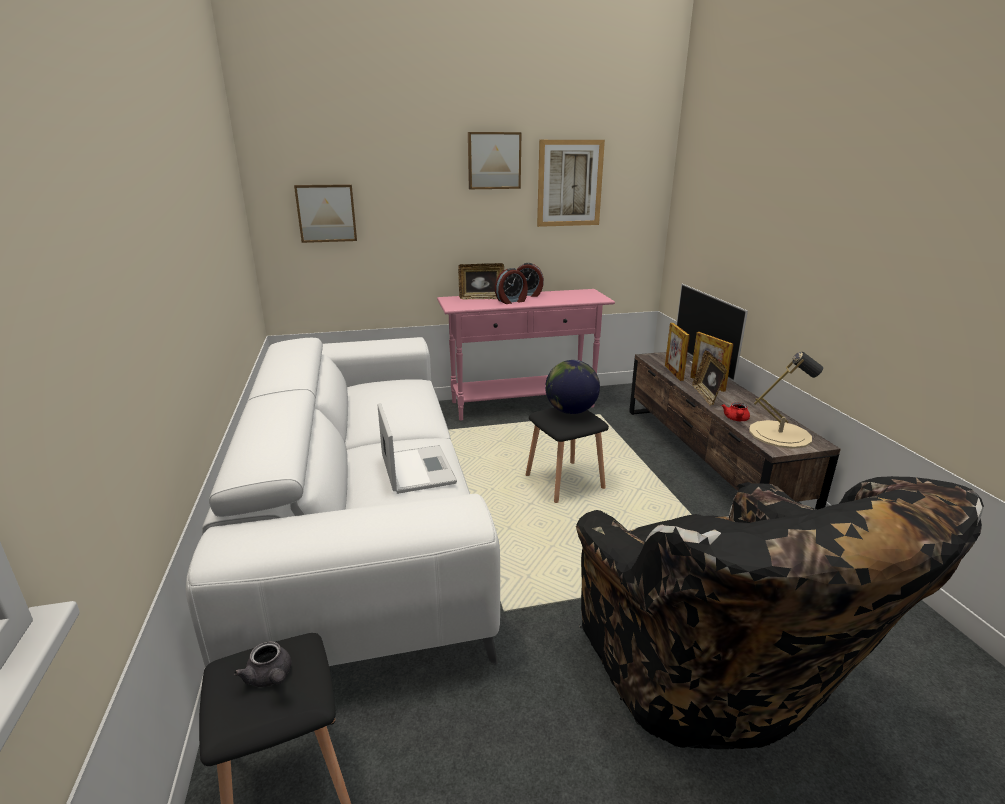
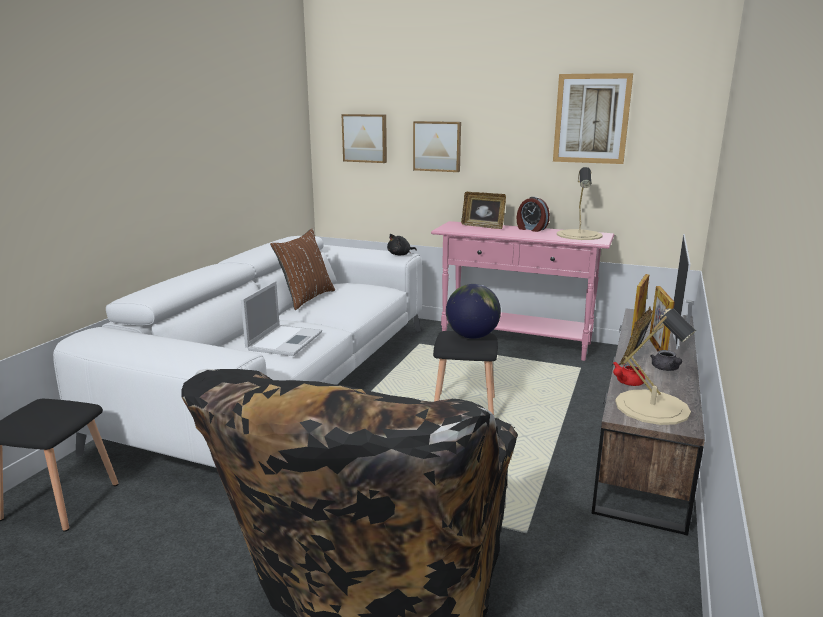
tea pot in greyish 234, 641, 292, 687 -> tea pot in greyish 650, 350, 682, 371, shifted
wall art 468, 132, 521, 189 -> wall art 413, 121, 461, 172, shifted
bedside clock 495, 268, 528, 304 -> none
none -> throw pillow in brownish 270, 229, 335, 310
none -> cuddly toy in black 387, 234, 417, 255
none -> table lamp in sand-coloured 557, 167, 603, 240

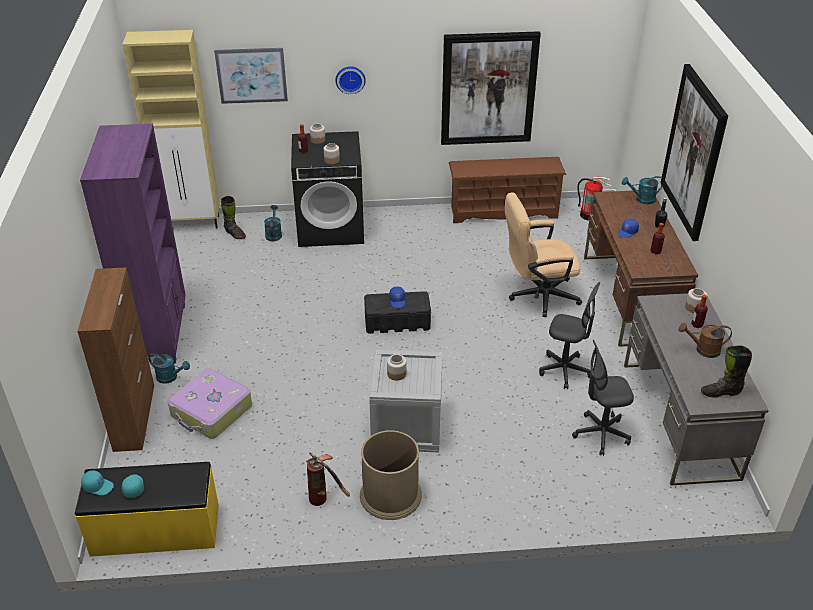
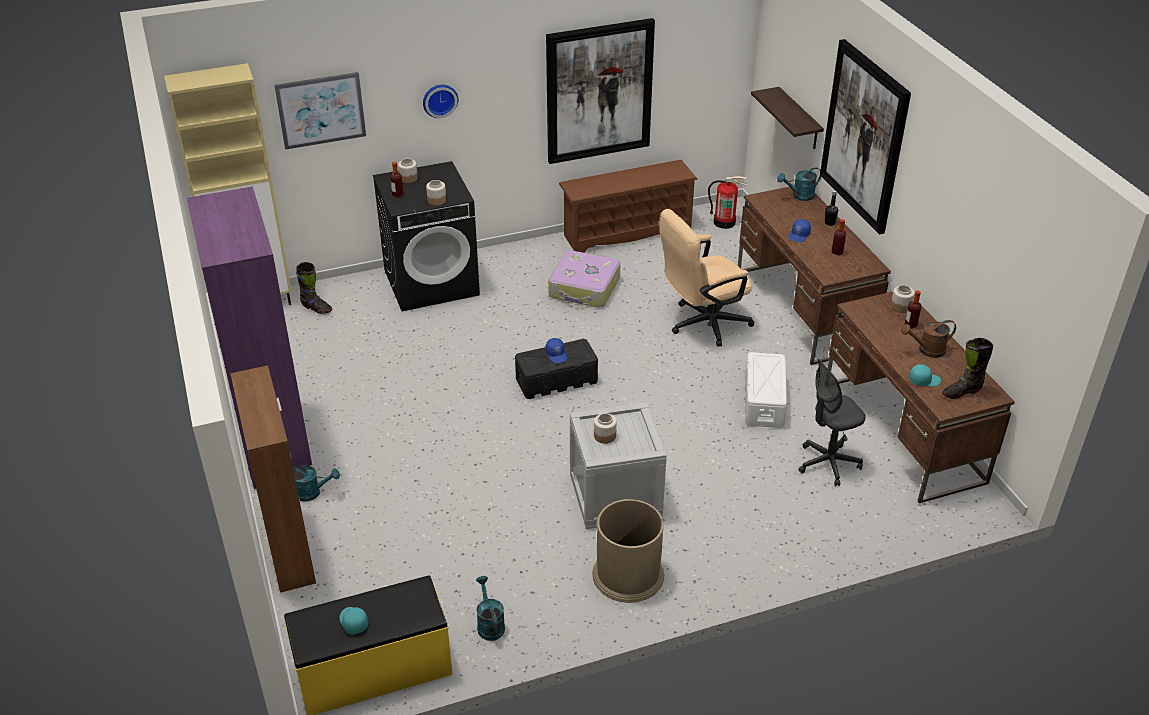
peaked cap in turquoise 81, 470, 114, 495 -> peaked cap in turquoise 909, 364, 941, 387, shifted
piece of luggage 167, 369, 252, 439 -> piece of luggage 548, 250, 620, 307, shifted
watering can in turquoise 264, 205, 282, 241 -> watering can in turquoise 476, 576, 505, 641, shifted
fire extinguisher 306, 453, 350, 506 -> none
computer chair in greyish 539, 282, 600, 389 -> storage box in white-coloured 745, 352, 787, 428
desk table in greyish 624, 293, 769, 486 -> desk table in brownish 828, 292, 1015, 503
none -> wall shelf 751, 87, 824, 149

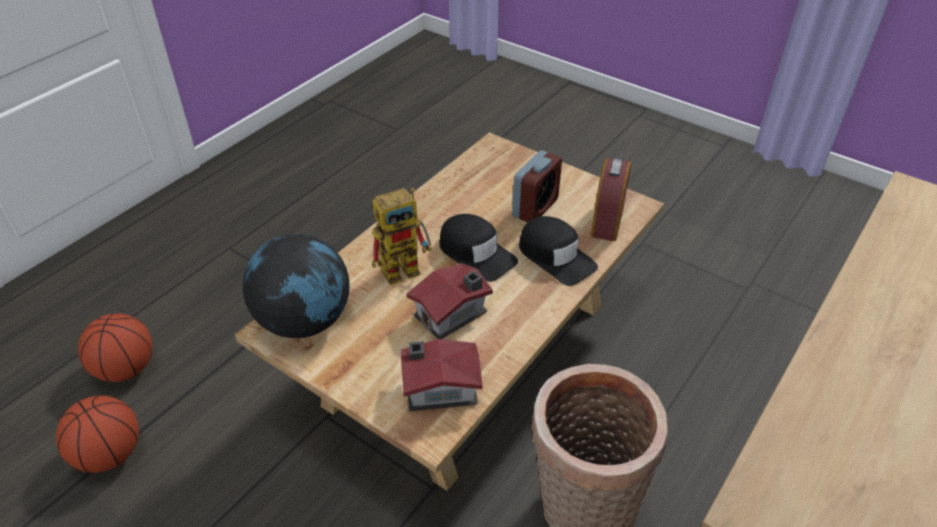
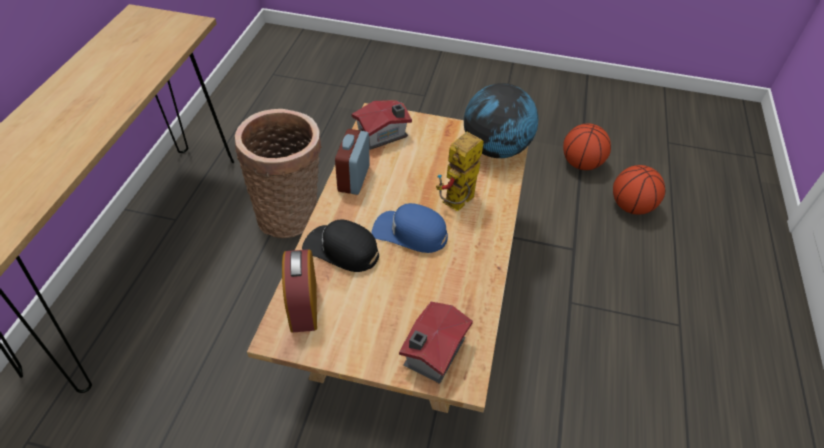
toy house 407, 263, 493, 339 -> toy house 399, 302, 473, 384, shifted
peaked cap in black 439, 214, 518, 282 -> peaked cap in blue 372, 203, 448, 253
bedside clock 512, 150, 562, 222 -> bedside clock 335, 129, 370, 195, shifted

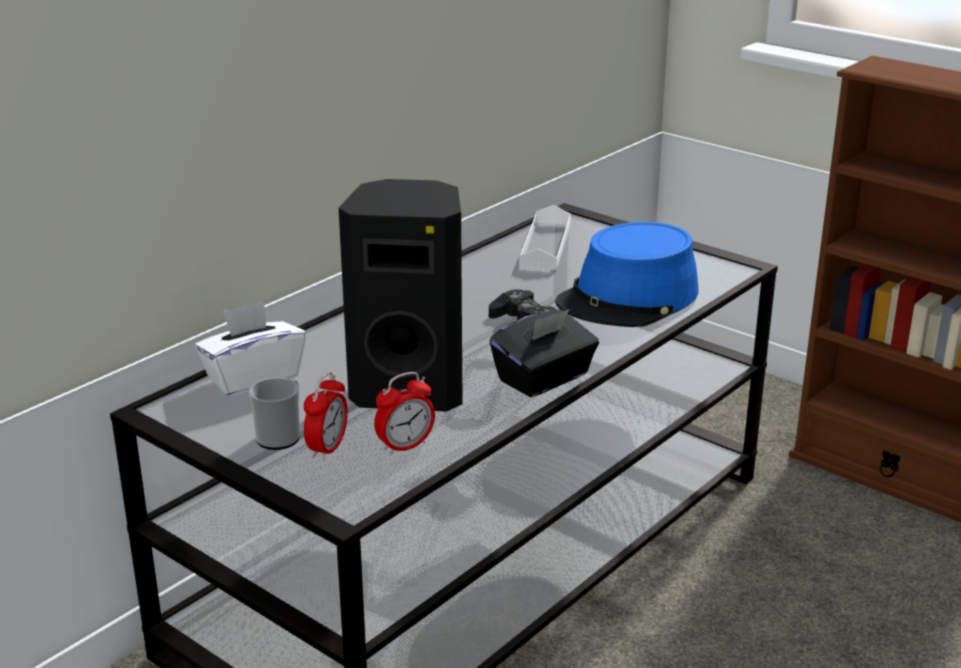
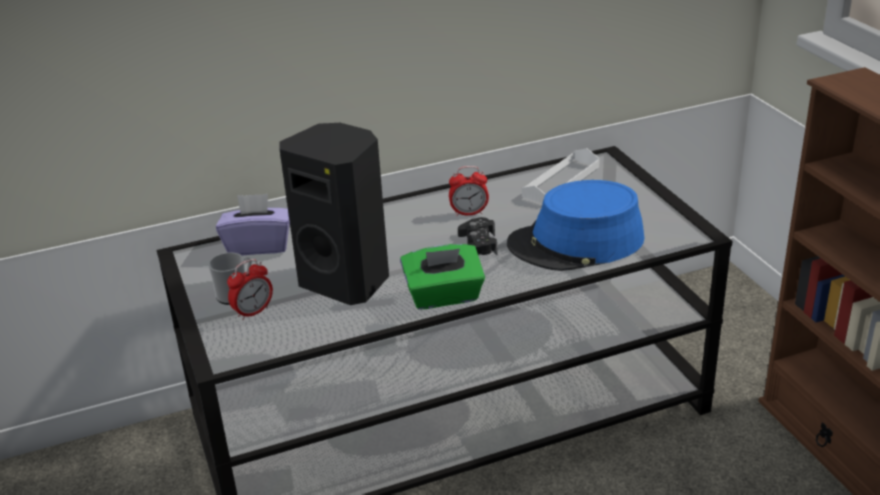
tissue holder in white-coloured 195, 302, 306, 396 -> tissue holder in purple-coloured 216, 194, 290, 256
bedside clock 374, 372, 435, 455 -> bedside clock 449, 166, 489, 216, shifted
tissue holder in black 490, 309, 599, 397 -> tissue holder in greenish 400, 244, 485, 310

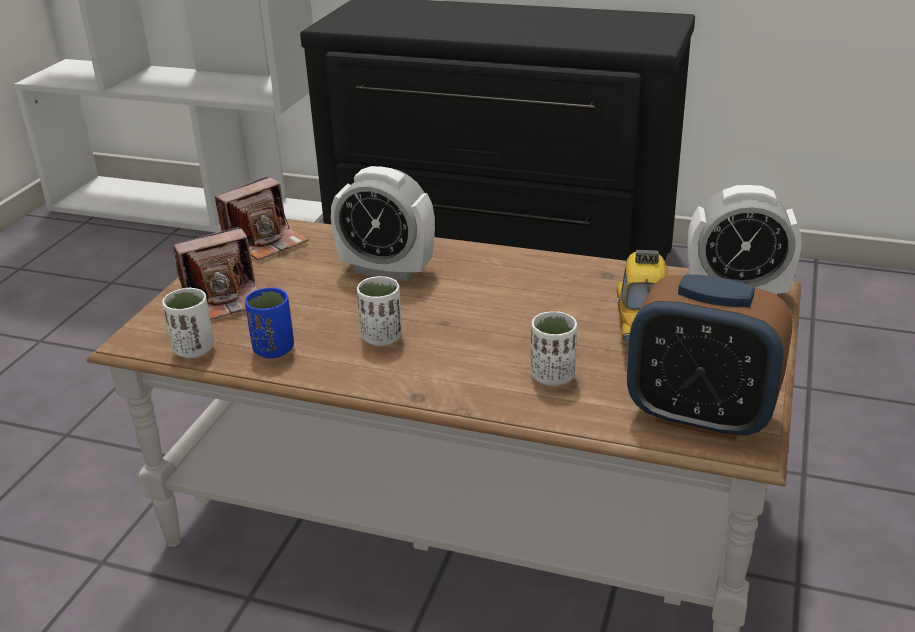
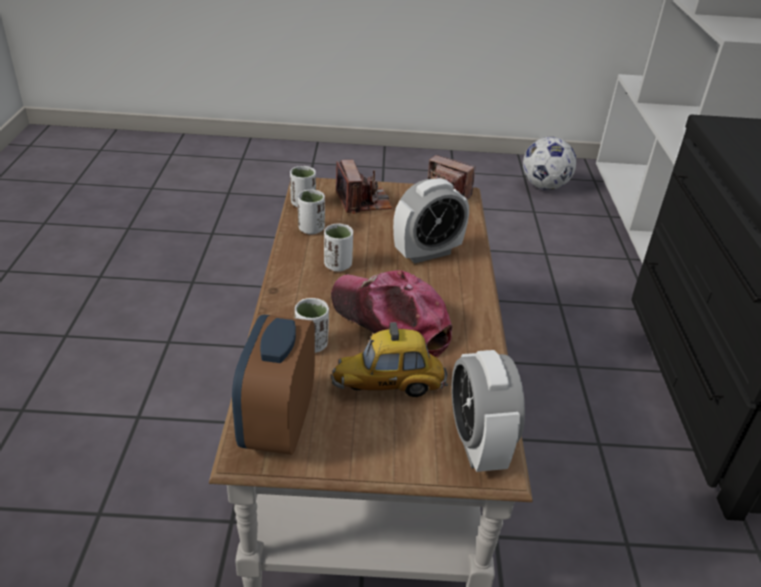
photo camera 173, 227, 258, 320 -> photo camera 336, 160, 392, 214, 150 degrees counterclockwise
cup in blue 245, 287, 294, 358 -> cup in white-coloured 298, 189, 325, 235
bedside clock 331, 166, 435, 281 -> bedside clock 393, 178, 469, 263, 120 degrees counterclockwise
none -> peaked cap 331, 270, 452, 358
none -> football ball 523, 137, 576, 190

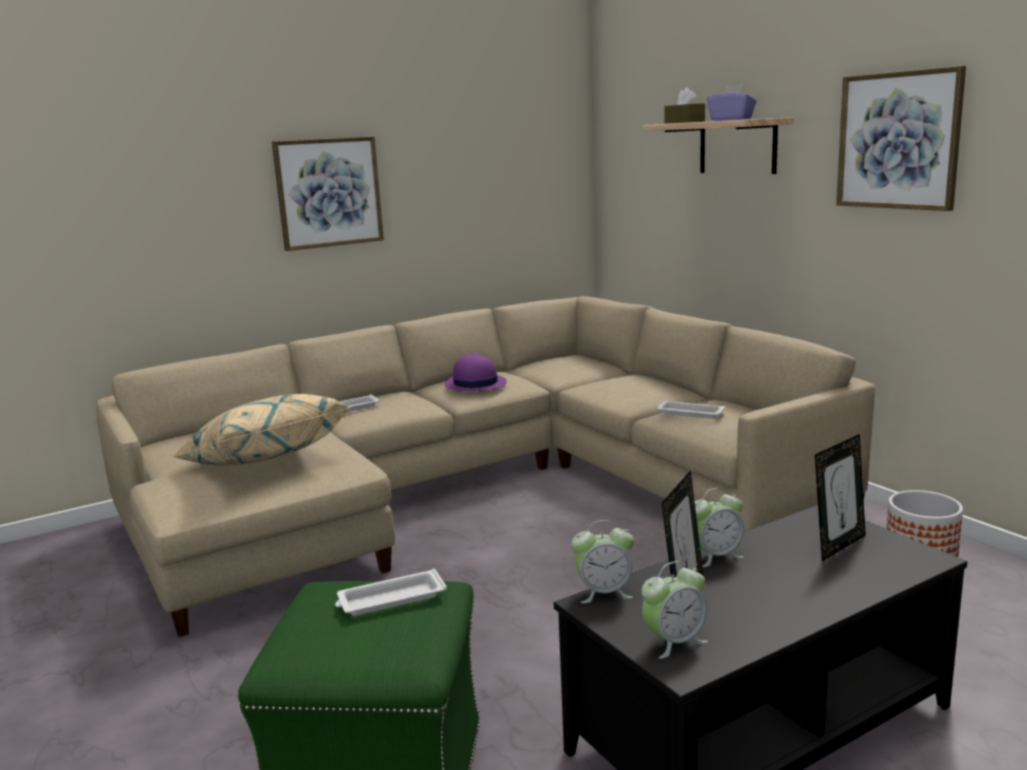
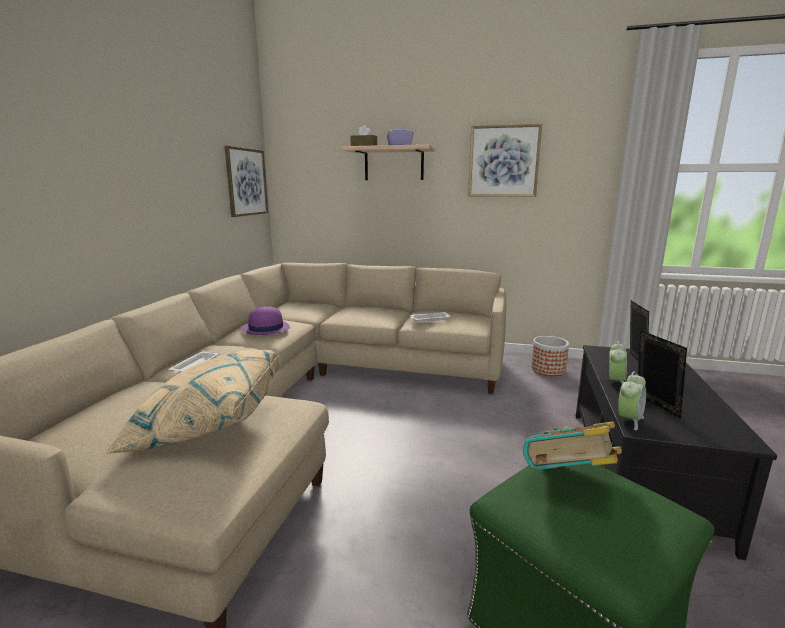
wall art 272, 136, 384, 251 -> wall art 224, 146, 268, 217, shifted
tray in white-coloured 335, 569, 447, 616 -> volume 523, 421, 622, 470
bedside clock 641, 561, 708, 659 -> none

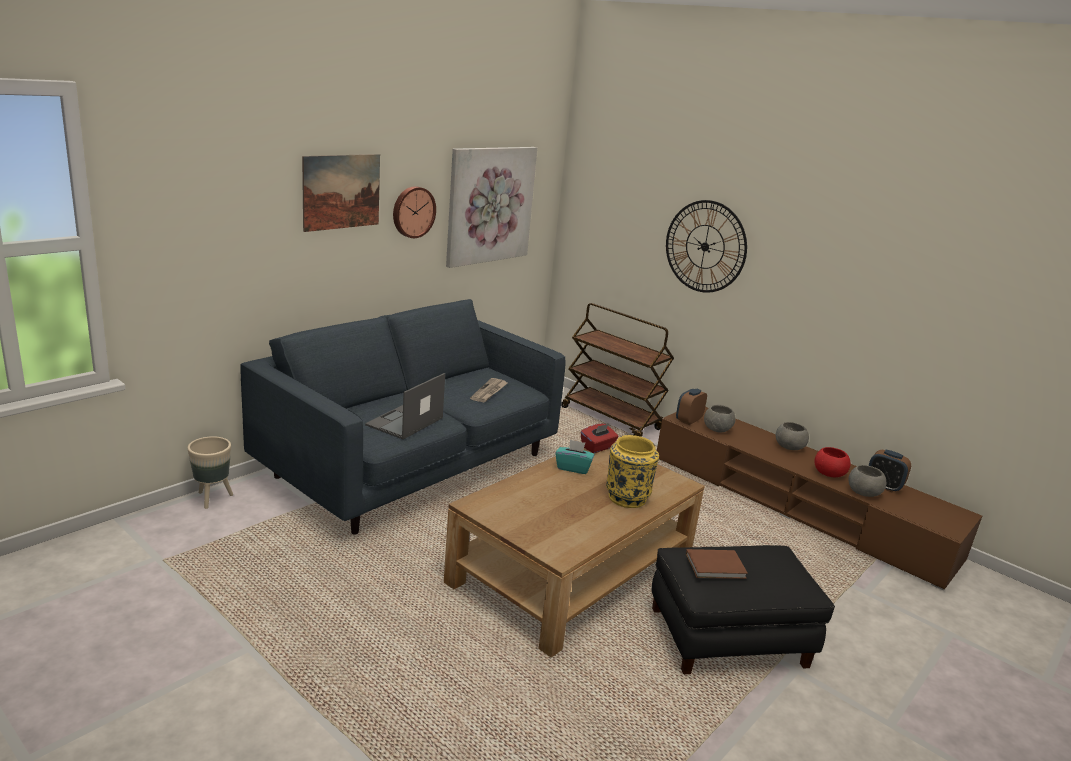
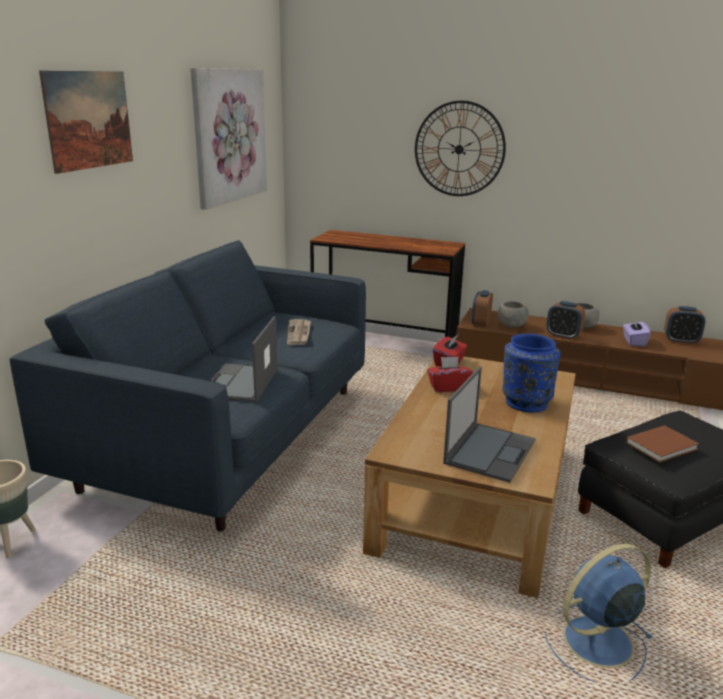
clock on the wall 393, 186, 436, 238 -> none
tissue holder in turquoise 555, 439, 595, 474 -> tissue holder in reddish 427, 357, 473, 392
trolley in brownish 561, 303, 674, 437 -> desk table in brownish 310, 230, 465, 338
vase in yellowish 606, 435, 659, 508 -> vase in blue 502, 334, 561, 413
deep dish in reddish 815, 447, 851, 477 -> tissue holder in purple-coloured 623, 318, 651, 347
deep dish in greyish 848, 465, 886, 497 -> none
none -> laptop 443, 366, 536, 483
none -> electric fan in blue 545, 544, 653, 682
none -> bedside clock 546, 301, 585, 340

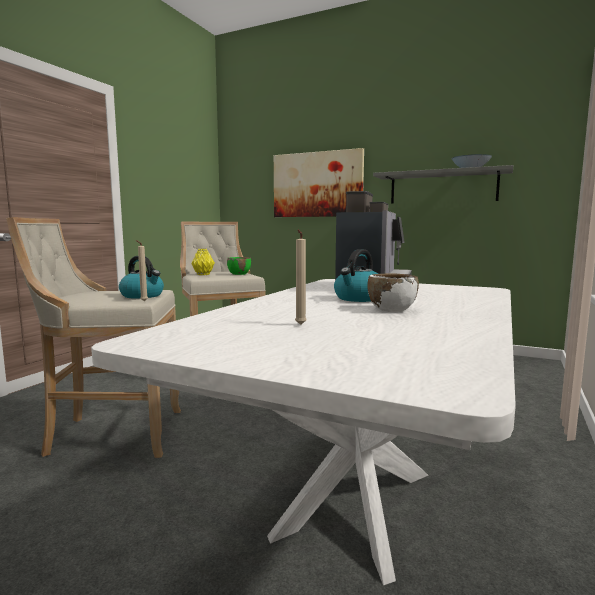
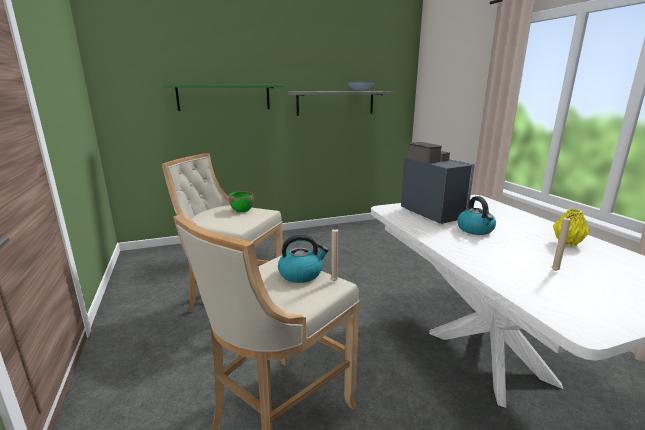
vase in yellowish 191, 249, 215, 275 -> vase in yellowish 553, 209, 590, 246, shifted
wall art 274, 148, 364, 217 -> wall shelf in greenish 163, 84, 284, 111
deep dish in white-coloured 367, 273, 419, 312 -> none

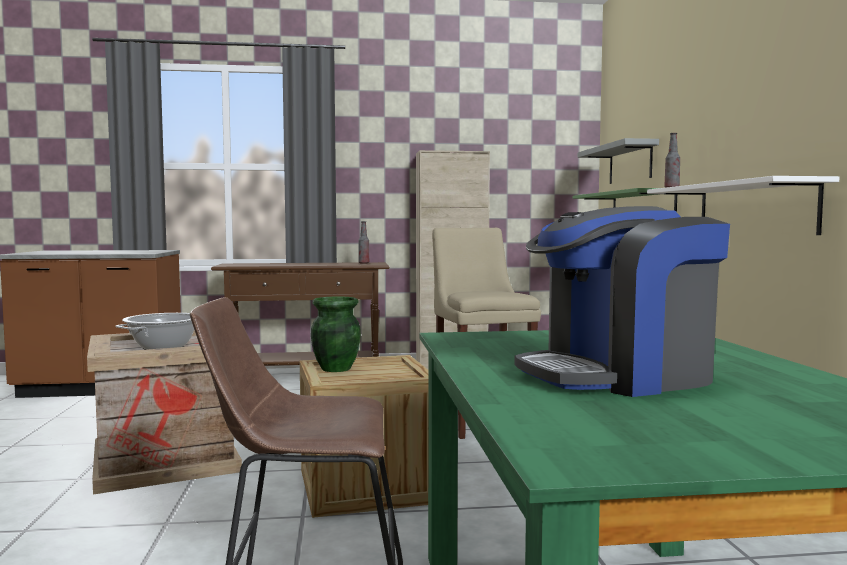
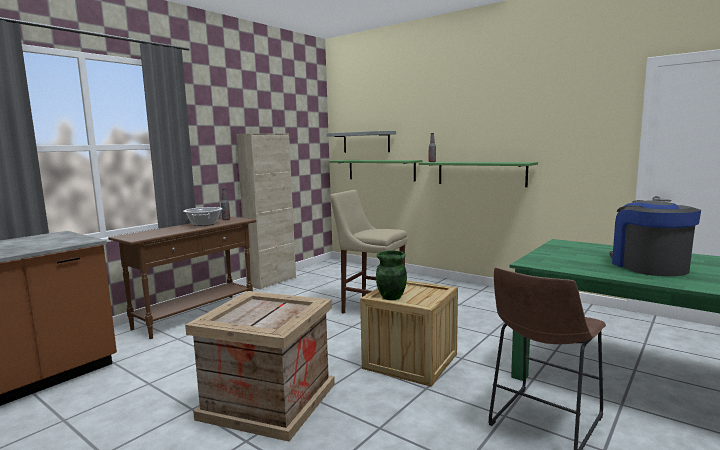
stockpot 115, 313, 194, 350 -> stockpot 184, 207, 223, 226, shifted
coffee machine 514, 206, 730, 397 -> coffee machine 609, 200, 701, 276, 150 degrees clockwise
wall shelf in white-coloured 647, 176, 839, 235 -> wall shelf in greenish 419, 162, 538, 187

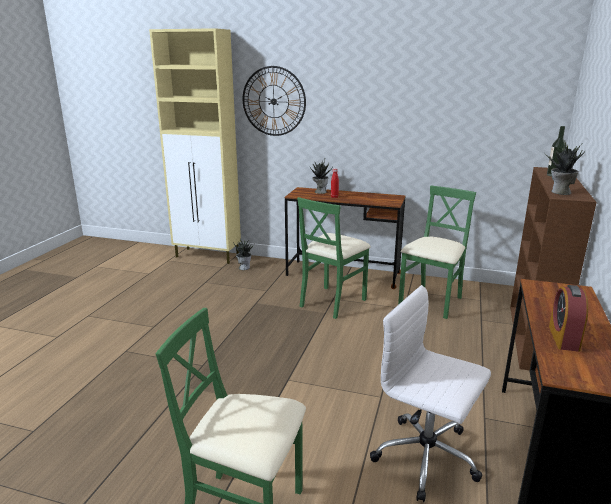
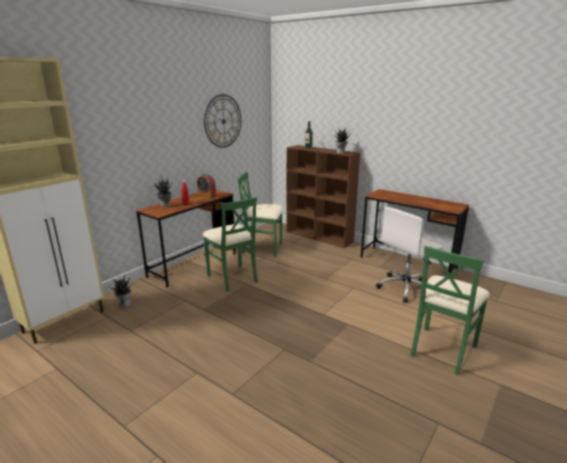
clock on the wall 243, 66, 306, 136 -> clock on the wall 204, 94, 241, 148, shifted
upright chair in greenish 398, 186, 476, 319 -> upright chair in greenish 238, 172, 283, 257, 45 degrees counterclockwise
bedside clock 549, 285, 588, 352 -> bedside clock 197, 174, 216, 199, shifted

